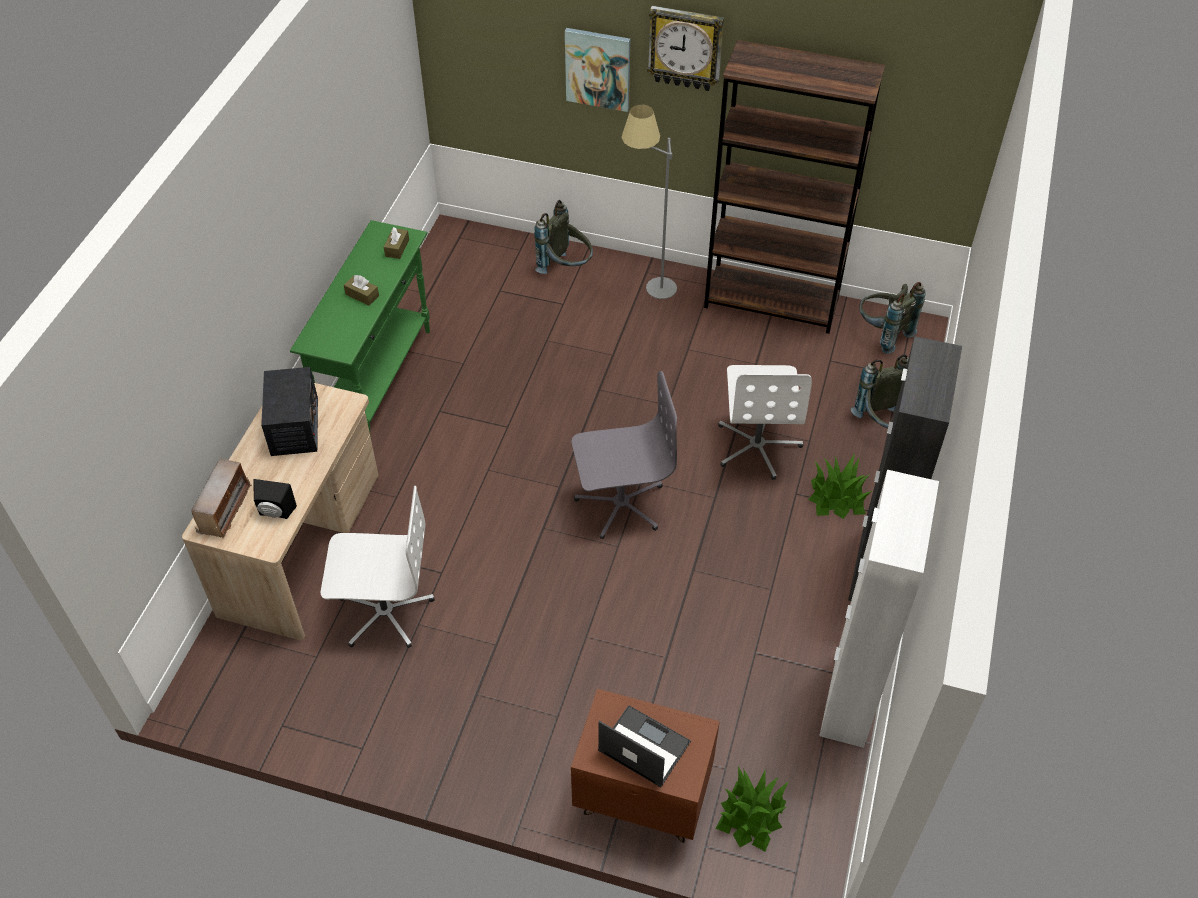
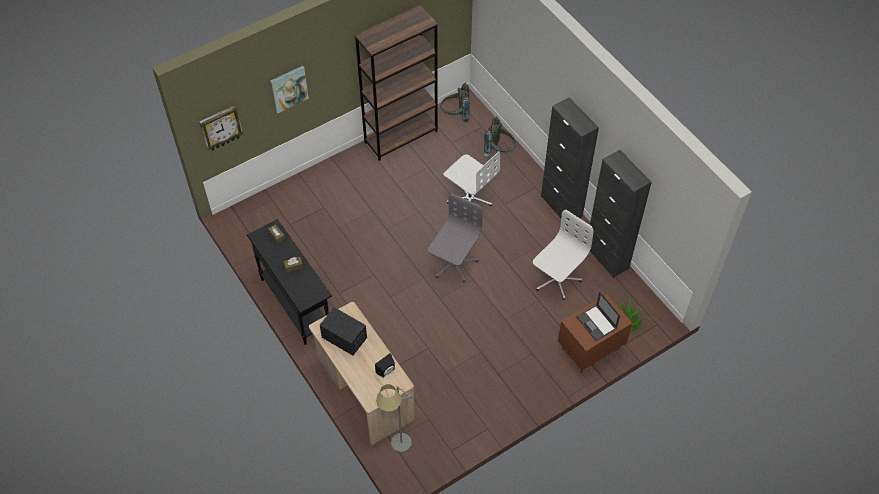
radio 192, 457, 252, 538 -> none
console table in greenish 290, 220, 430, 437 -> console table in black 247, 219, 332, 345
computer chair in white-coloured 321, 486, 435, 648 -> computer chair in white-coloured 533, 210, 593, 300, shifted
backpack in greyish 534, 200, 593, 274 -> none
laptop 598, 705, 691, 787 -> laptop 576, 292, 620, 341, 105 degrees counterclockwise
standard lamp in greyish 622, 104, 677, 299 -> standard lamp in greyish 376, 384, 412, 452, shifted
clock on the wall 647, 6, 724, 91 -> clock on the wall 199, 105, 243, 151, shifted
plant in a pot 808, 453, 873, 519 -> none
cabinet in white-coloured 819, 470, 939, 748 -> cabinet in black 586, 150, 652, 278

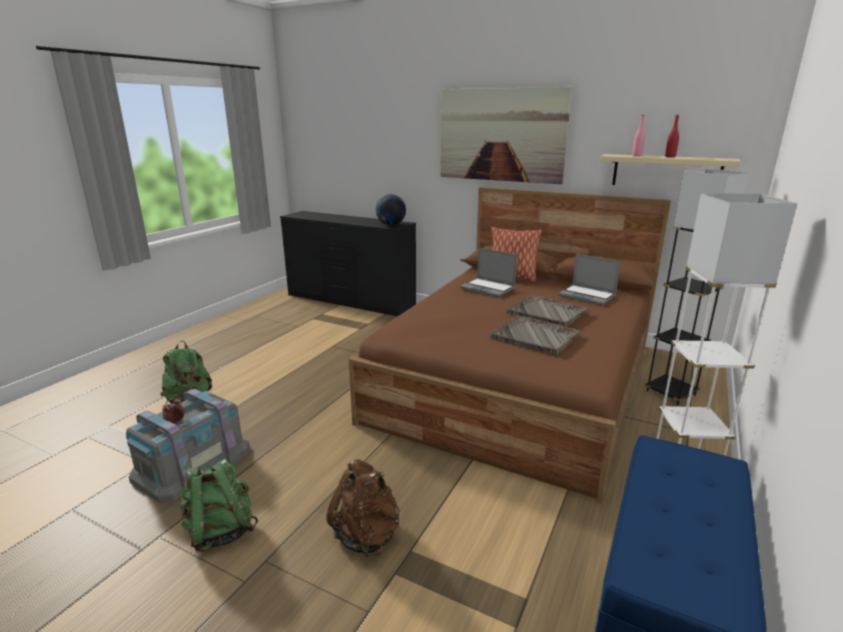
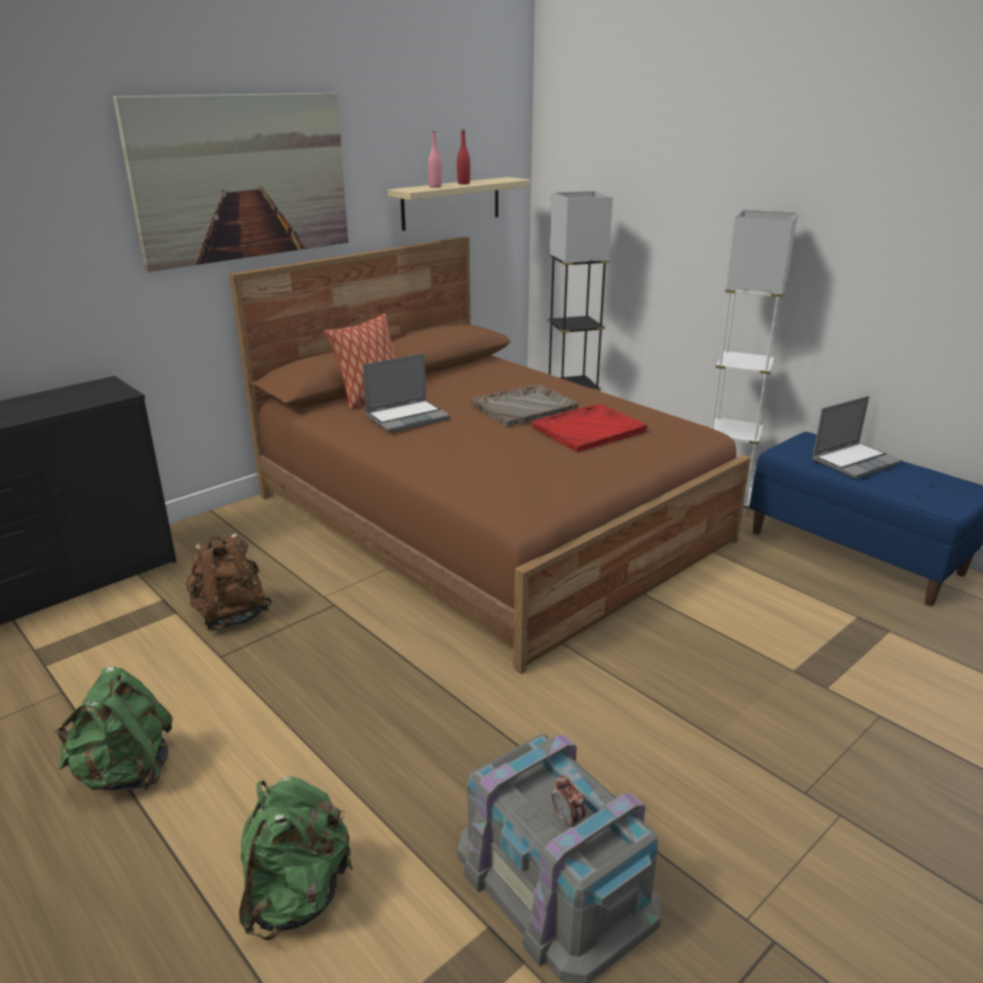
backpack in greenish 180, 459, 258, 552 -> backpack in greenish 55, 666, 173, 791, shifted
backpack in brownish 326, 459, 400, 557 -> backpack in brownish 186, 533, 272, 631, shifted
world globe 376, 194, 406, 226 -> none
tray in greyish 490, 315, 580, 355 -> tray in reddish 532, 403, 647, 452
laptop 558, 253, 621, 305 -> laptop 812, 396, 902, 479, shifted

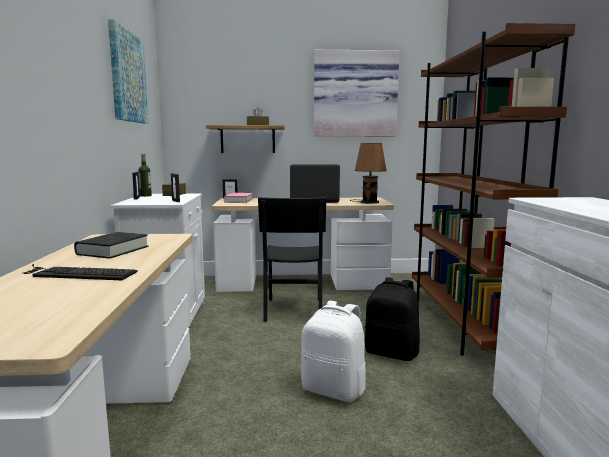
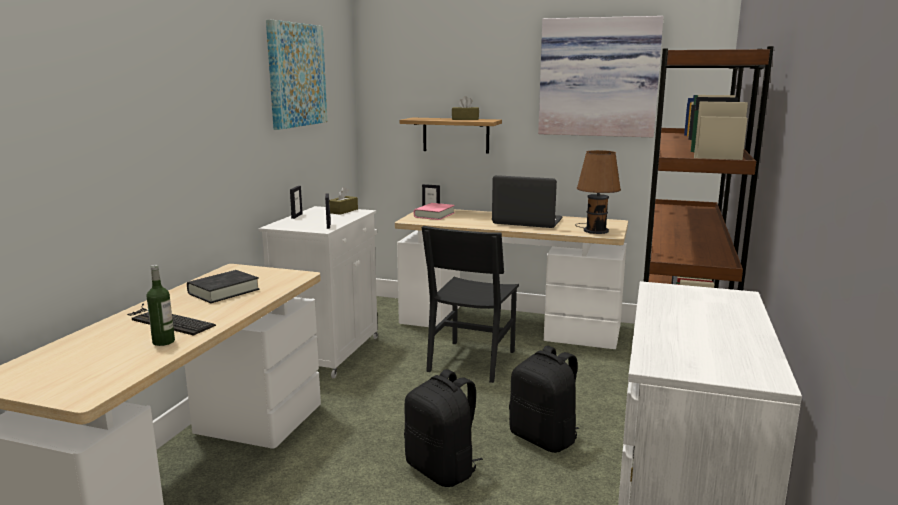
drink bottle 138, 154, 152, 197 -> drink bottle 146, 265, 175, 346, shifted
backpack in white-coloured 300, 301, 366, 402 -> backpack in black 404, 369, 483, 487

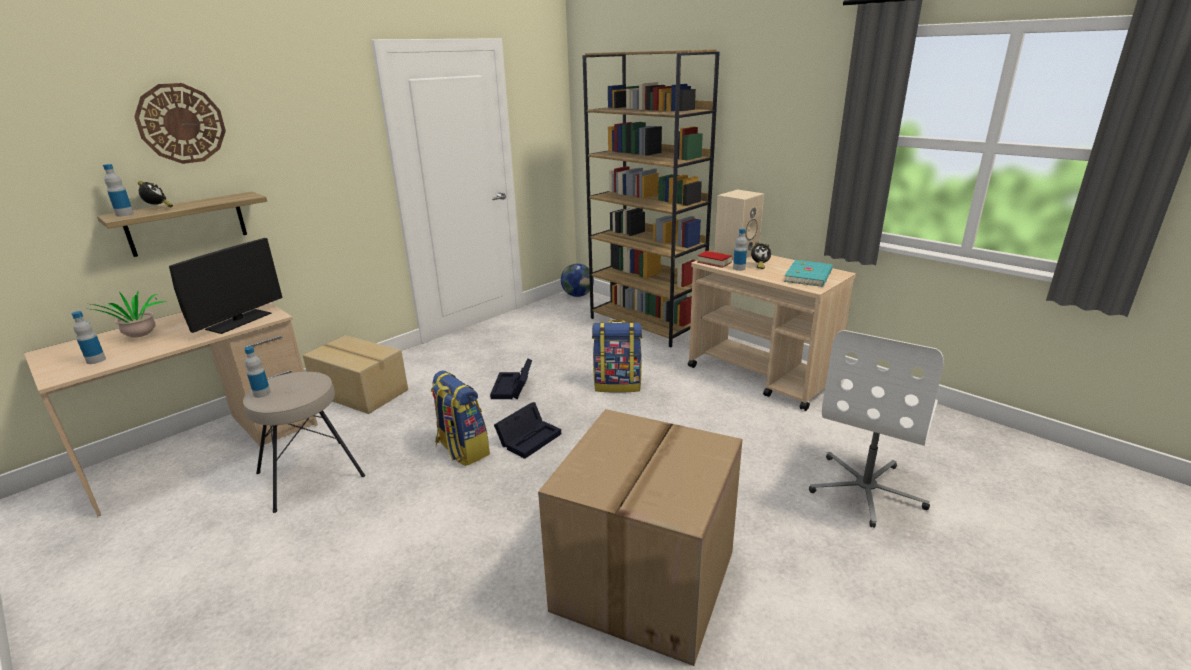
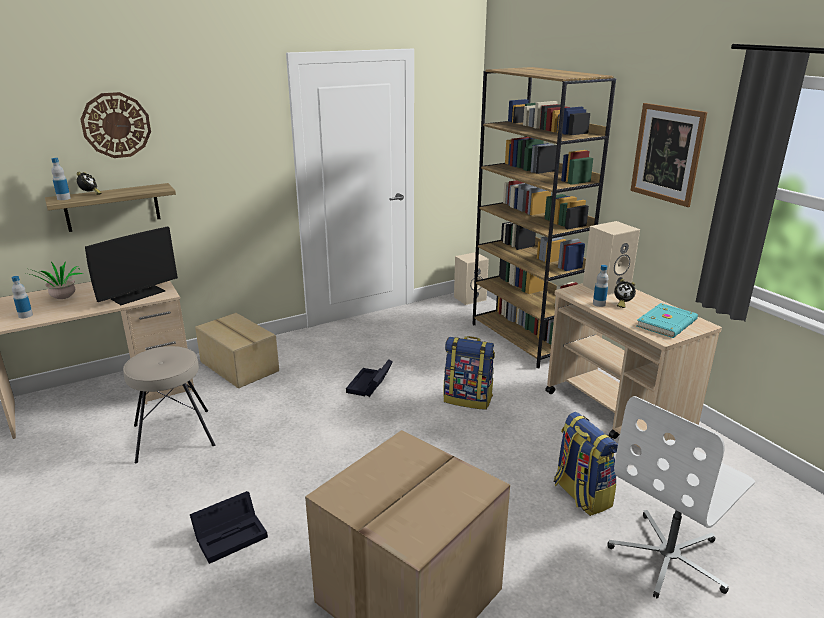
drink bottle 245, 346, 271, 398 -> none
backpack 431, 370, 490, 466 -> backpack 554, 412, 618, 516, shifted
storage box in black 494, 402, 561, 459 -> storage box in black 190, 491, 268, 564, shifted
world globe 561, 264, 594, 297 -> speaker in sand-coloured 454, 252, 489, 305
volume 697, 251, 733, 268 -> none
none -> wall art 631, 103, 707, 207

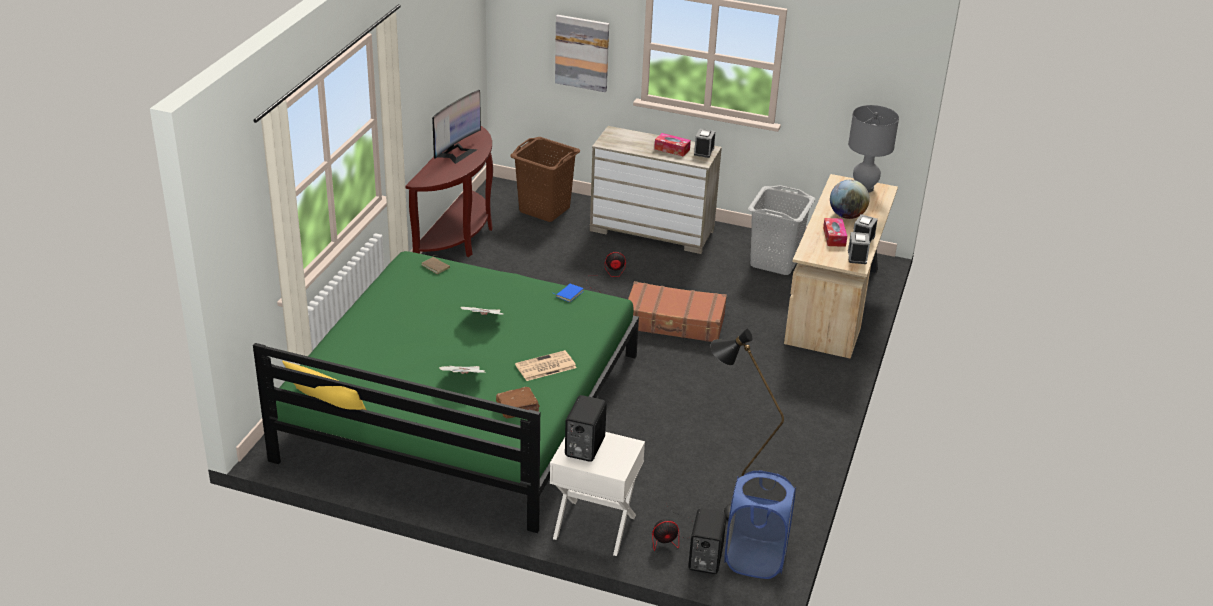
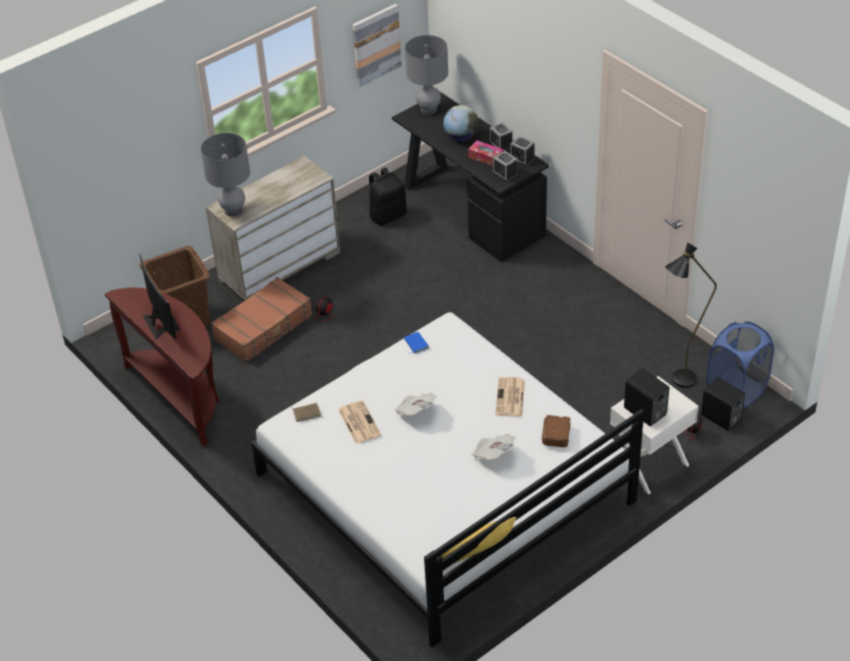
sleeping bed in greenish 253, 251, 639, 533 -> sleeping bed in white-coloured 251, 312, 644, 647
wall art 555, 15, 609, 92 -> wall art 352, 4, 402, 87, shifted
piece of luggage in brownish 628, 281, 727, 342 -> piece of luggage in brownish 211, 277, 312, 362, shifted
tissue holder 654, 133, 691, 157 -> none
bedside clock 694, 129, 716, 158 -> bedside clock 492, 151, 518, 182, shifted
hamper in greyish 748, 185, 815, 275 -> backpack in black 369, 168, 407, 225
desk table in sand-coloured 784, 174, 898, 359 -> desk table in black 392, 92, 549, 262
none -> table lamp in greyish 201, 133, 250, 216
none -> newspaper 338, 400, 381, 444

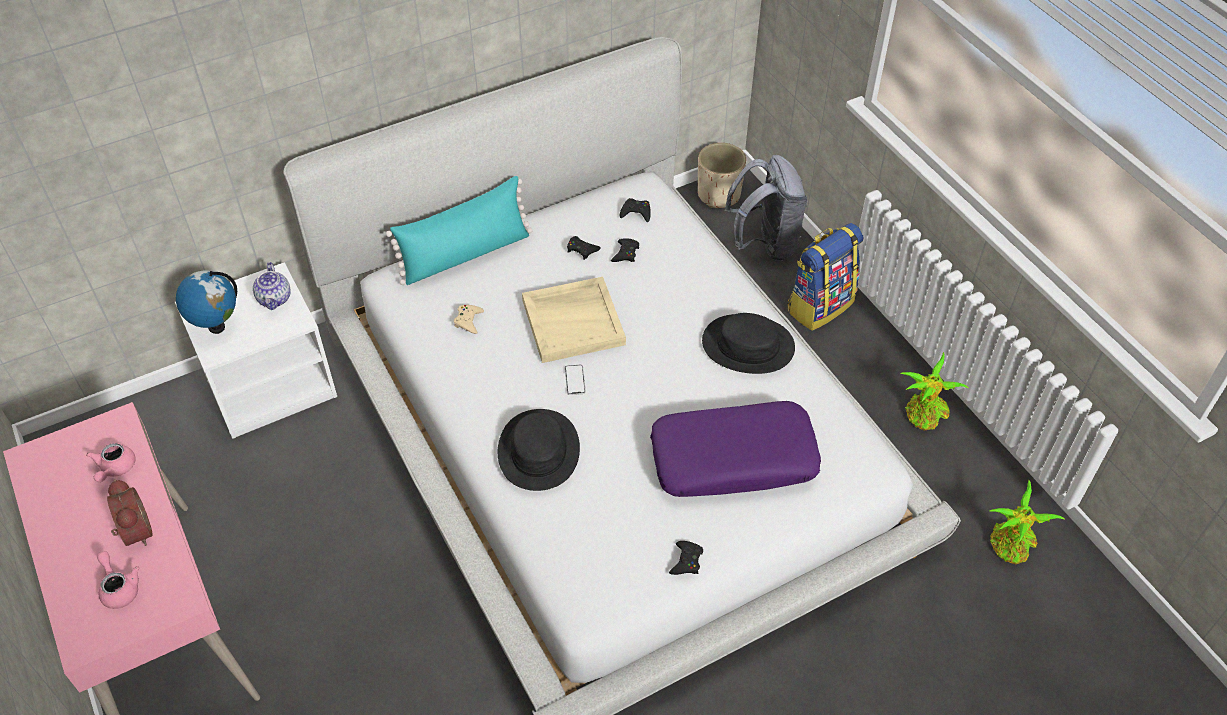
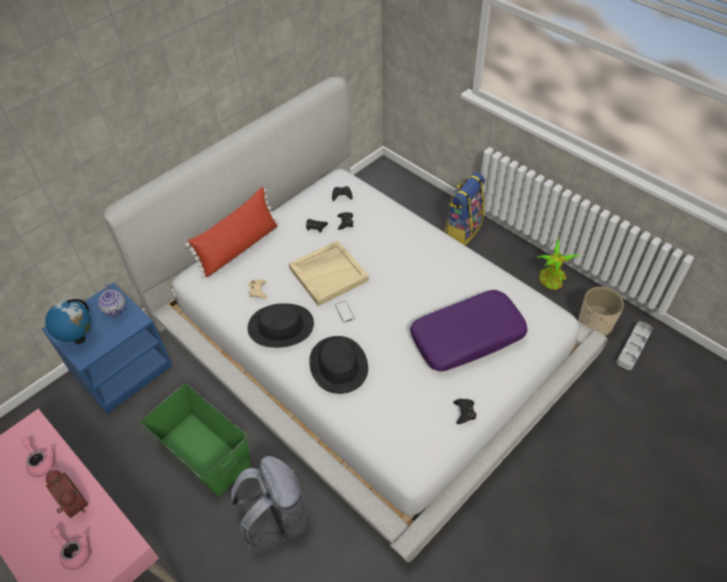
tea pot in pink 86, 443, 136, 482 -> tea pot in pink 22, 437, 55, 477, 150 degrees clockwise
bedside table in white-coloured 175, 262, 337, 439 -> bedside table in blue 42, 283, 172, 414
throw pillow in turquoise 386, 176, 533, 285 -> throw pillow in reddish 185, 187, 279, 278
plant pot in sand-coloured 698, 143, 746, 208 -> plant pot in sand-coloured 578, 287, 624, 336, shifted
hat in black 702, 313, 795, 374 -> hat in black 248, 303, 314, 348, shifted
backpack in greyish 724, 155, 807, 261 -> backpack in greyish 230, 456, 307, 551, shifted
plant in a pot 990, 480, 1066, 564 -> tray in greyish 617, 321, 653, 370
none -> storage box in greenish 140, 383, 251, 496

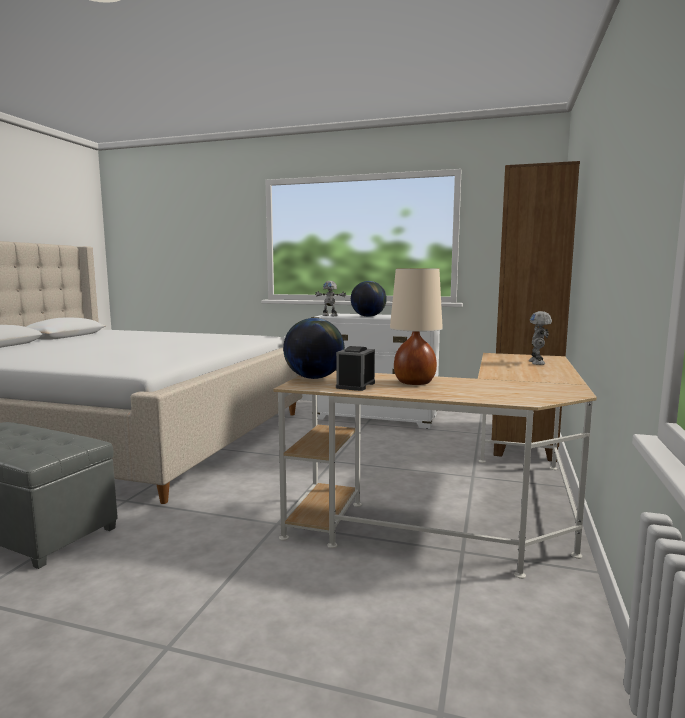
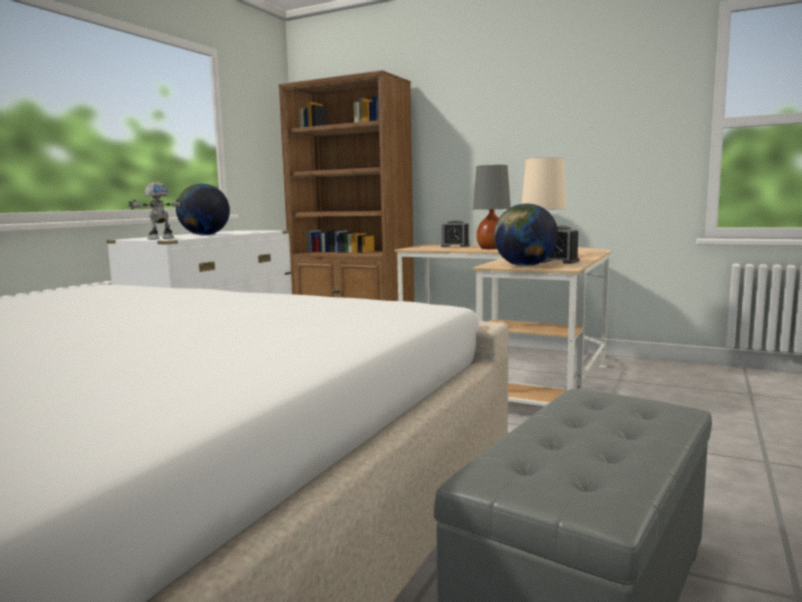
toy robot 529, 311, 552, 365 -> bedside clock 441, 220, 470, 247
none -> table lamp in greyish 473, 165, 511, 249

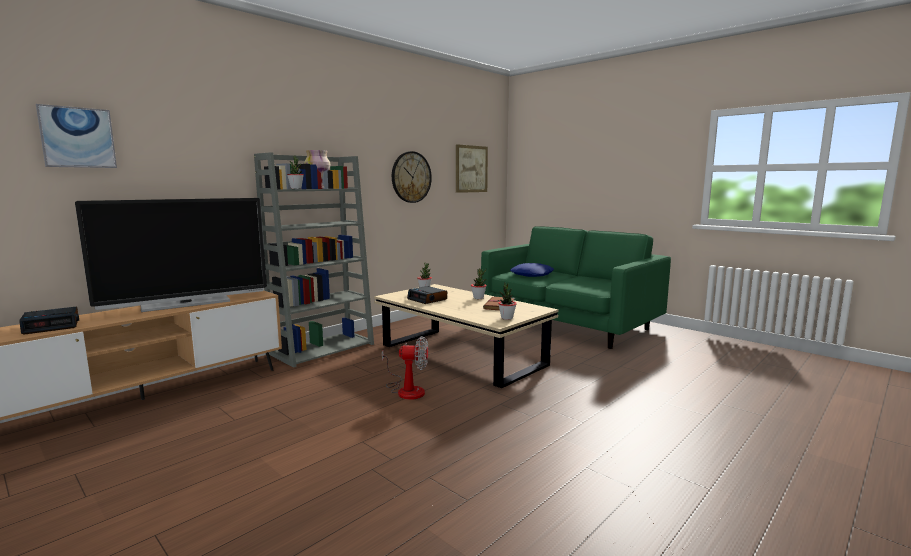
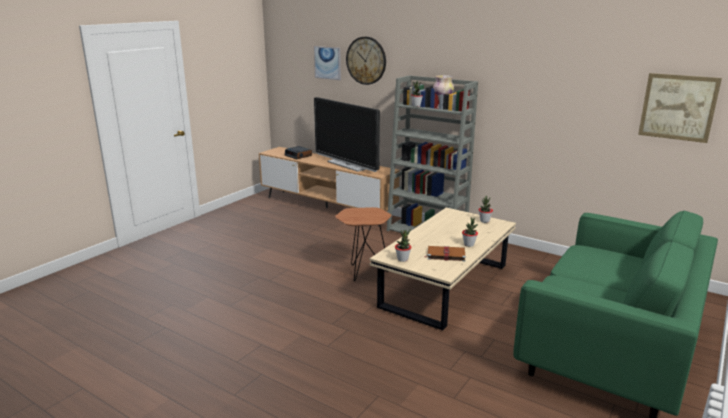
electric fan 382, 336, 428, 400 -> side table in brownish 335, 207, 392, 281
clock on the wall 392, 151, 432, 203 -> clock on the wall 346, 37, 386, 85, shifted
bedside clock 407, 286, 447, 304 -> none
throw pillow in blue 510, 263, 554, 277 -> none

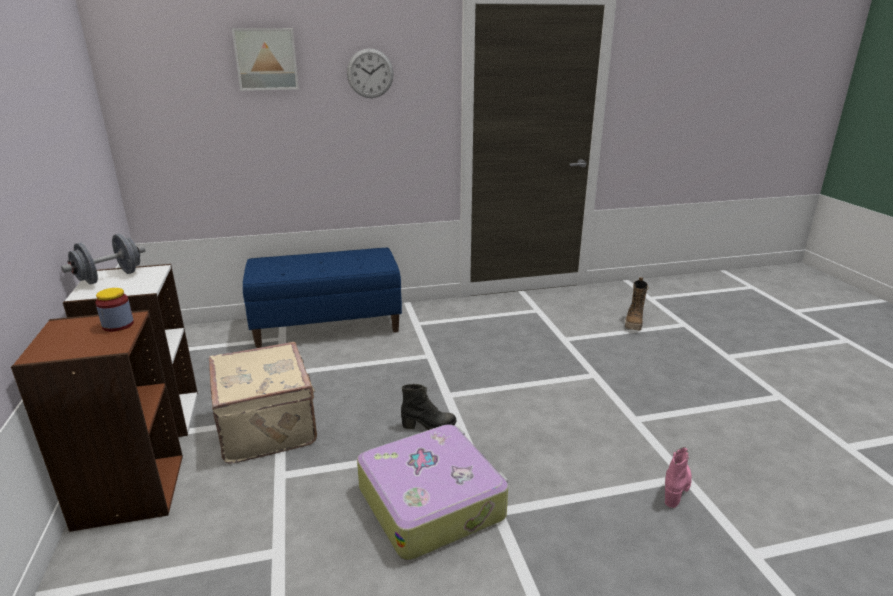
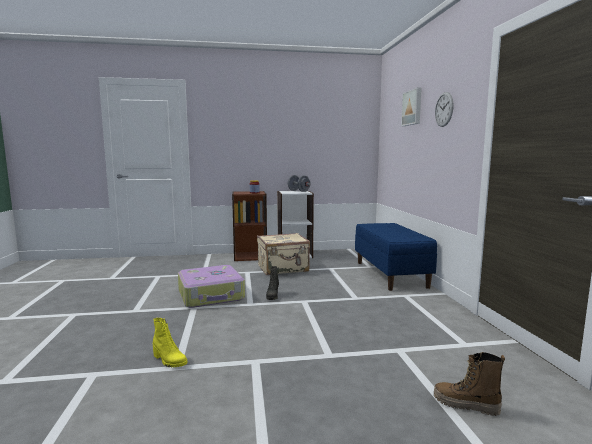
boot in pink 665, 447, 692, 508 -> boot in yellowish 153, 318, 188, 367

